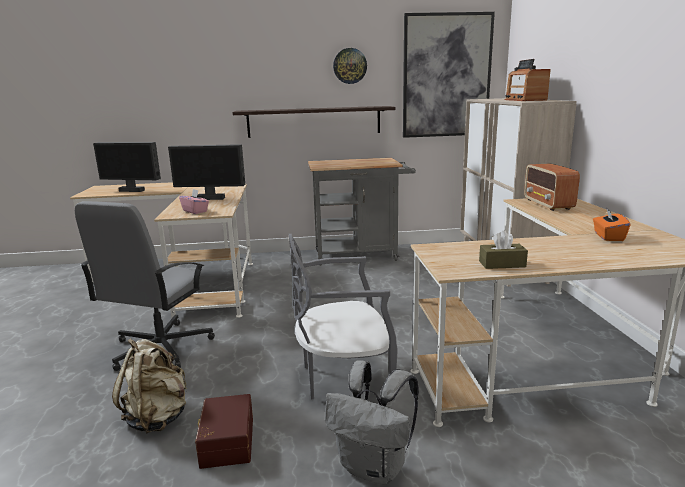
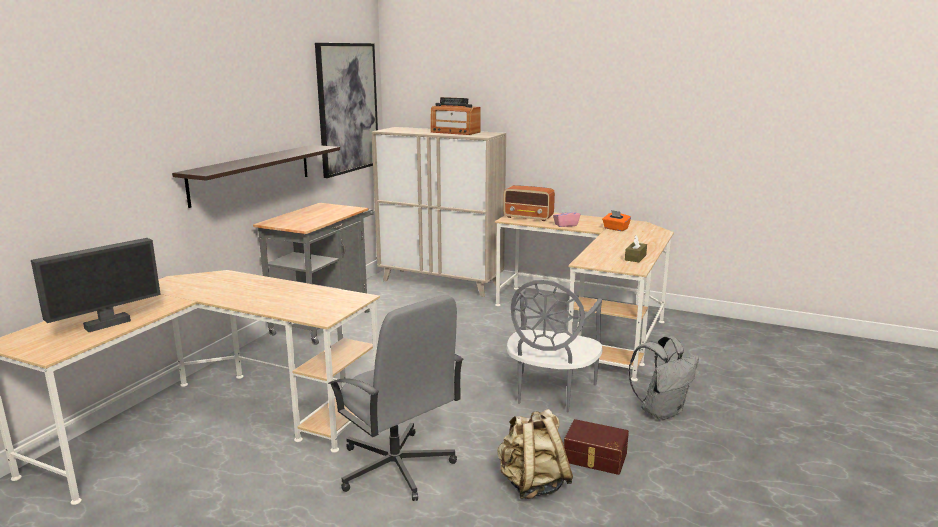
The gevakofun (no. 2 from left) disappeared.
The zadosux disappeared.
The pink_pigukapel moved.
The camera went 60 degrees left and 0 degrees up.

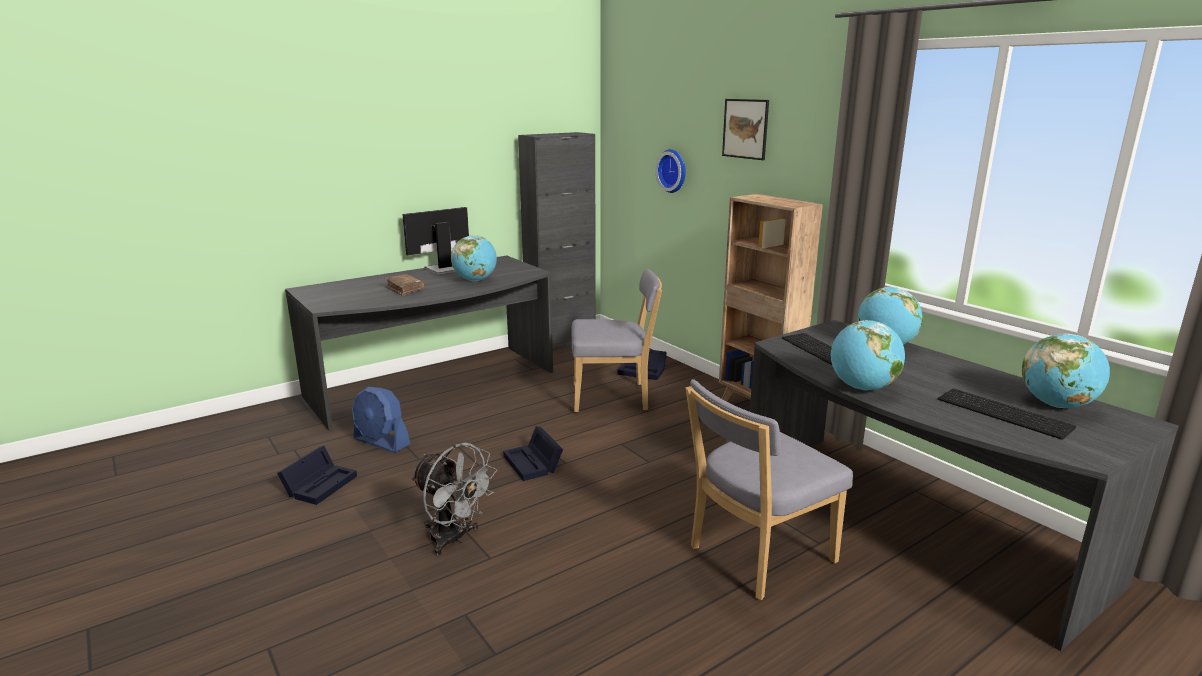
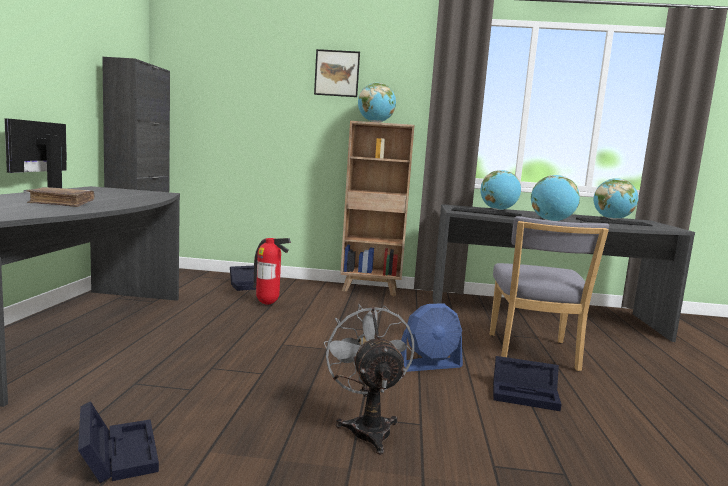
The zadosux disappeared.
The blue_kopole moved.
The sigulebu (no. 1 from left) moved.
The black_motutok (no. 2 from left in the first image) moved.
The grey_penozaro (no. 1 from left) was replaced by the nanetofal.
The grey_kopole turned 90 degrees counterclockwise.
The camera went 50 degrees left and 10 degrees down.

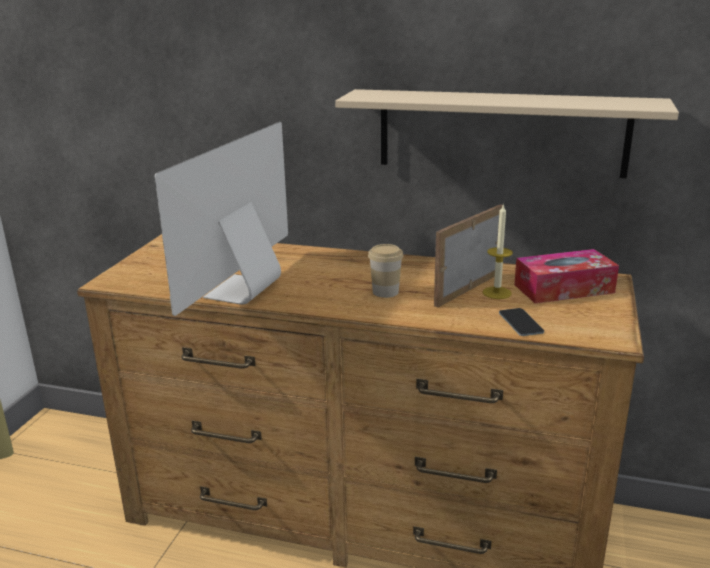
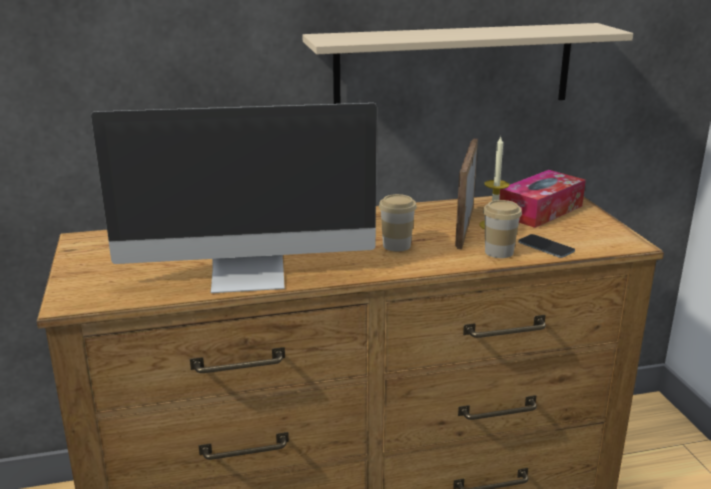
The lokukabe (no. 2 from left) appeared.
The gevakofun turned 90 degrees counterclockwise.
The camera went 30 degrees left and 0 degrees up.

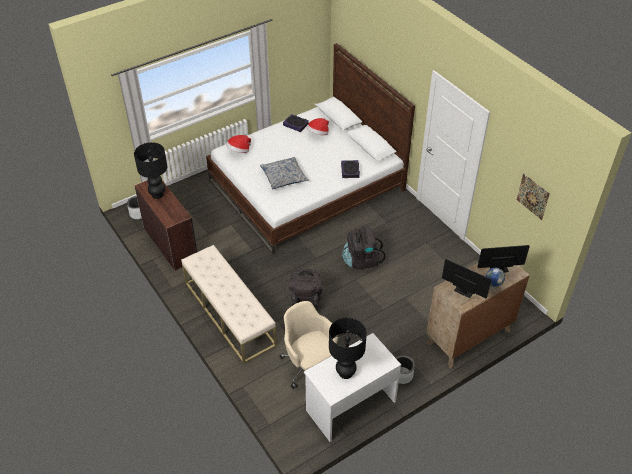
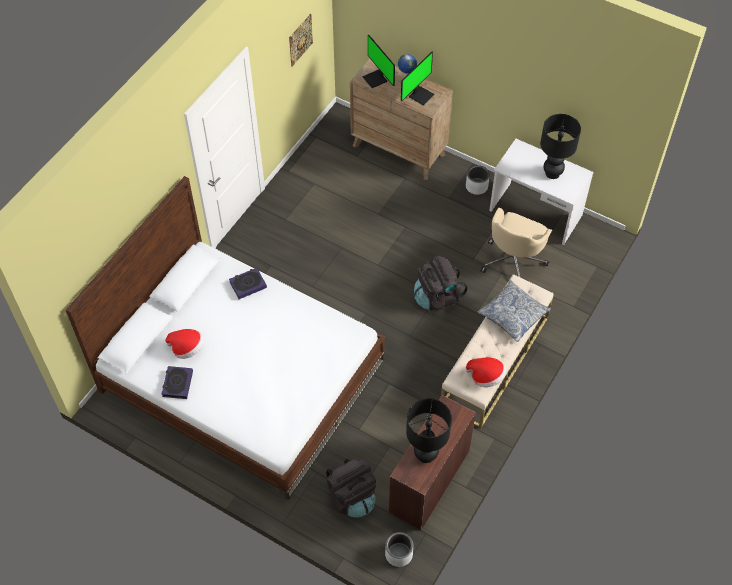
The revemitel (no. 1 from left in the first image) moved.
The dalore moved.
The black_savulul (no. 2 from left in the first image) moved.
The gevakofun (no. 1 from left in the first image) turned 150 degrees counterclockwise.
The camera went 115 degrees left and 10 degrees up.

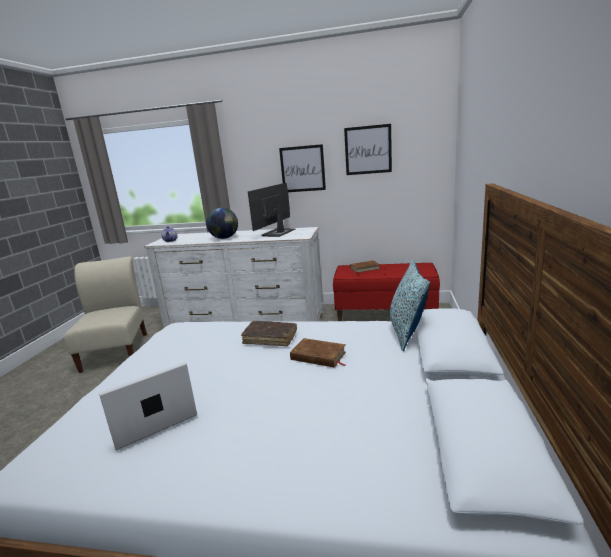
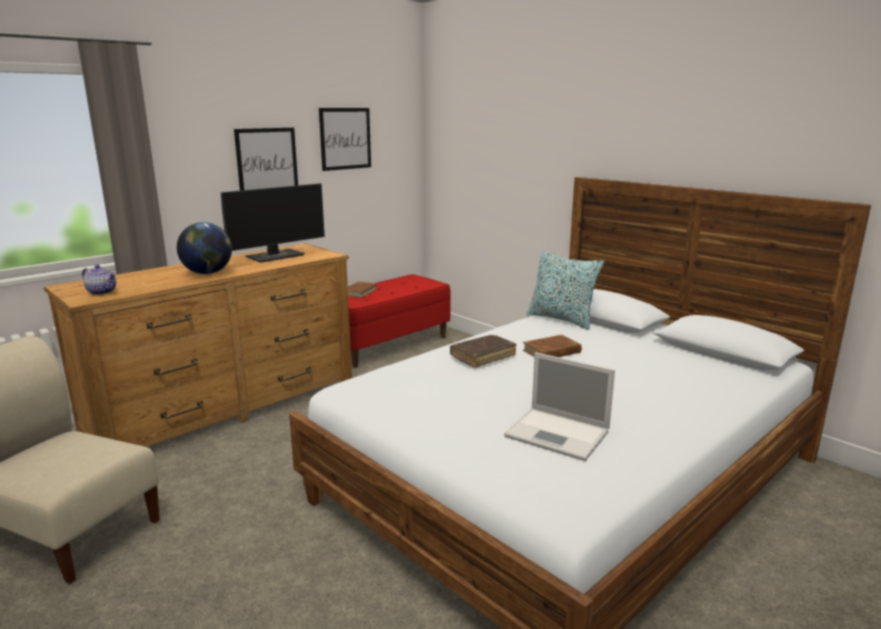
The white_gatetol became the brown_gatetol.
The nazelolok turned 60 degrees counterclockwise.
The gevakofun turned 105 degrees counterclockwise.
The camera went 55 degrees left and 0 degrees up.

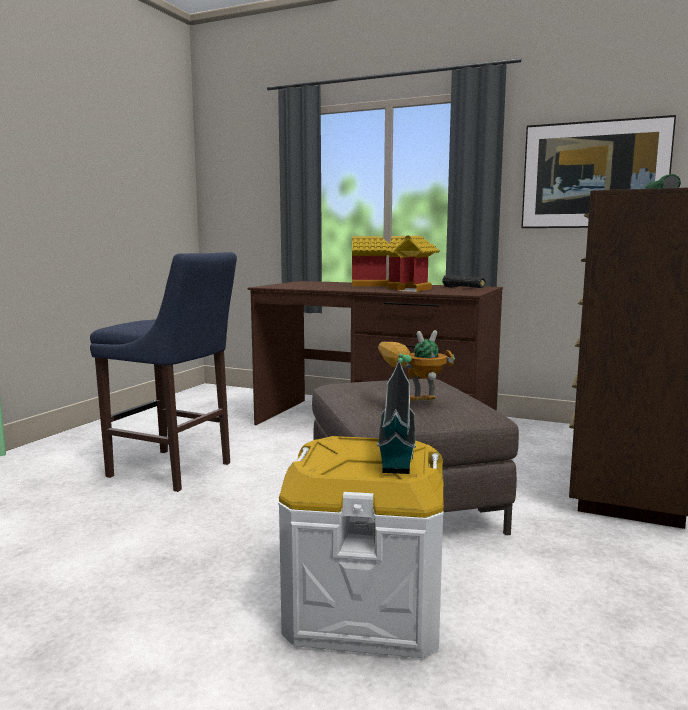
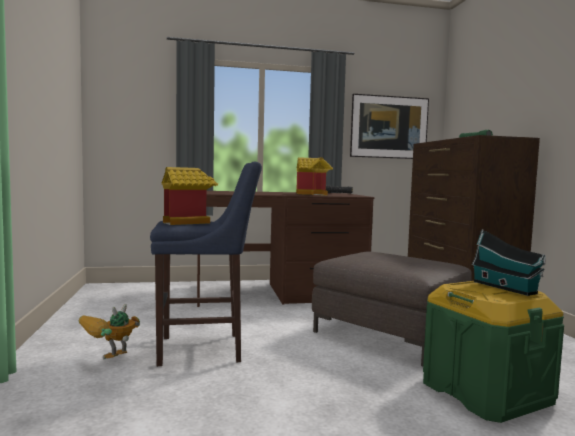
The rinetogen (no. 1 from left) moved.
The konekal moved.
The white_motutok became the green_motutok.
The camera went 35 degrees left and 5 degrees down.

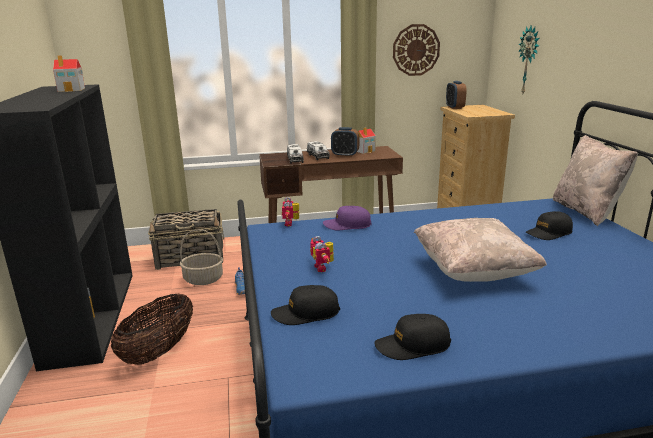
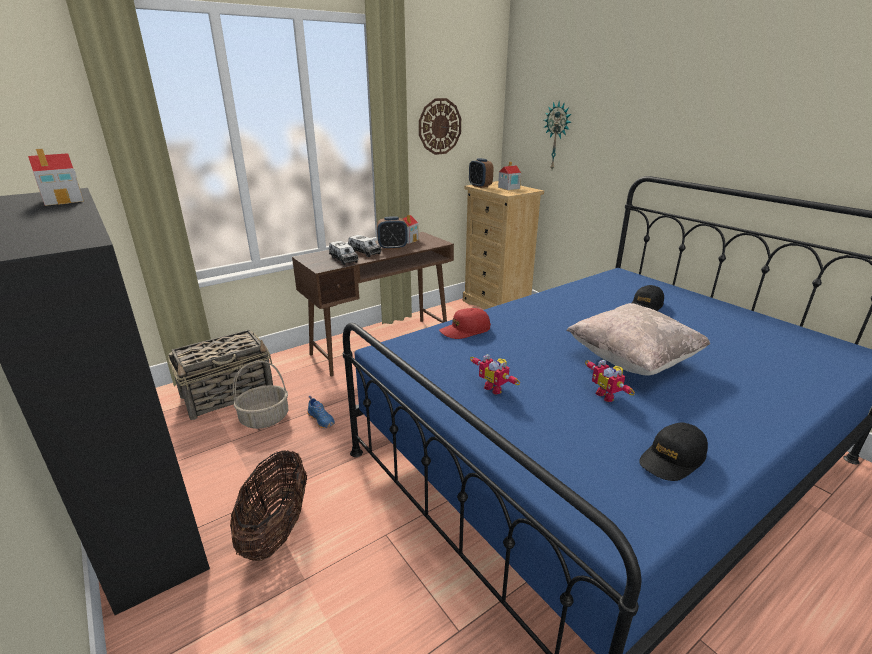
The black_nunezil (no. 1 from left) disappeared.
The beige_dalore (no. 2 from left) disappeared.
The rinetogen (no. 3 from left) appeared.
The konekal (no. 1 from left in the first image) moved.
The purple_nunezil became the red_nunezil.
The camera went 25 degrees left and 5 degrees up.

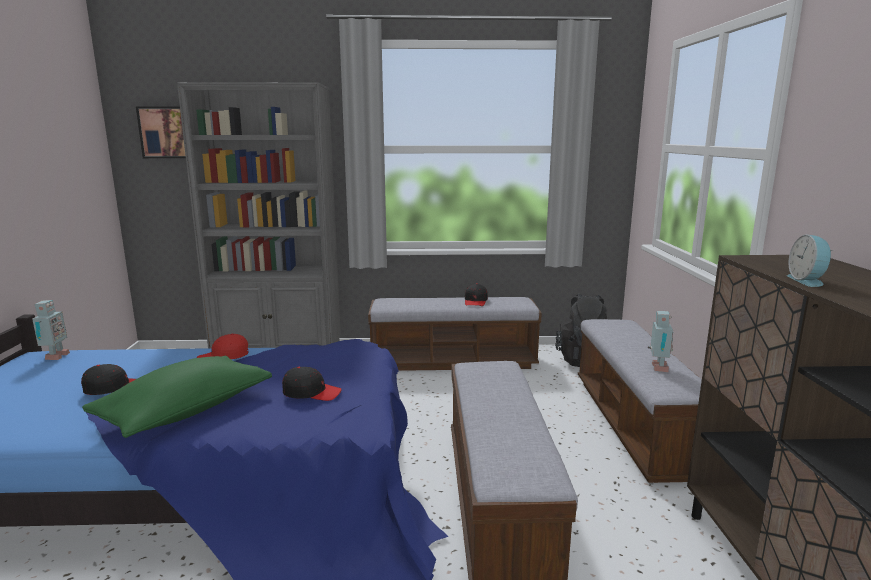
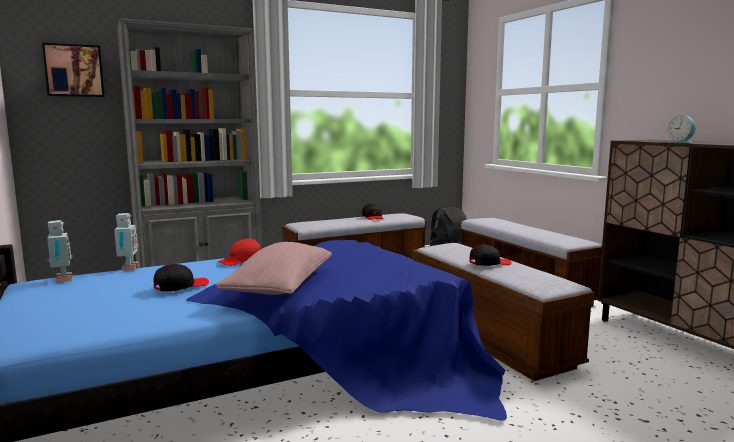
The black_nunezil (no. 2 from left in the first image) moved.
The konekal (no. 2 from left) moved.
The green_dalore became the pink_dalore.
The camera went 25 degrees left and 5 degrees down.

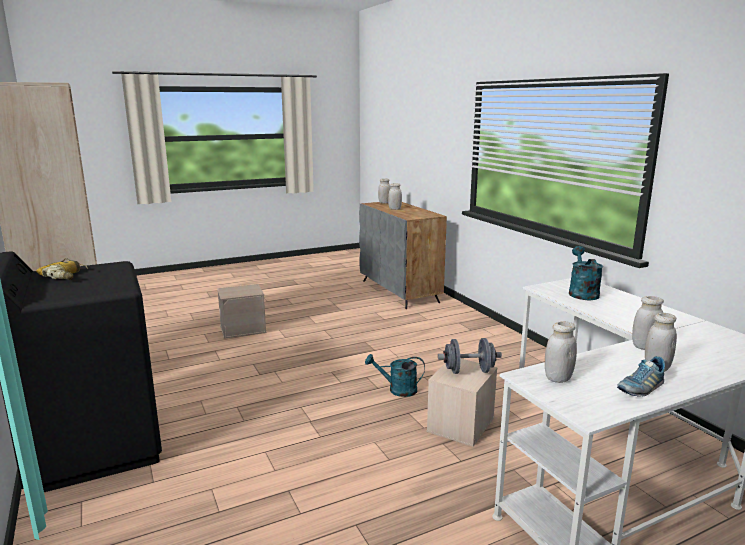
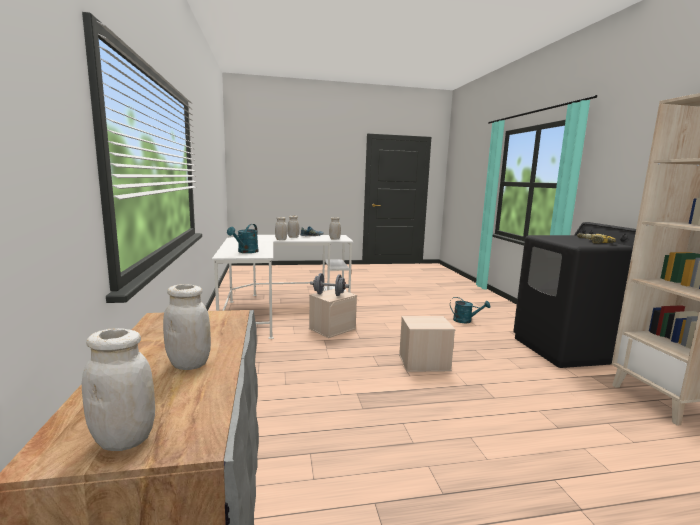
The beige_motutok (no. 1 from left in the first image) moved.
The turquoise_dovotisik (no. 1 from left in the first image) moved.
The camera went 165 degrees left and 5 degrees down.

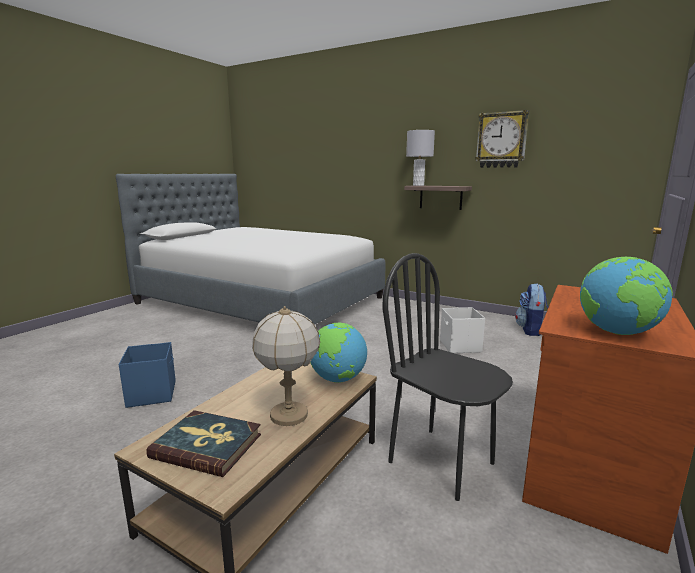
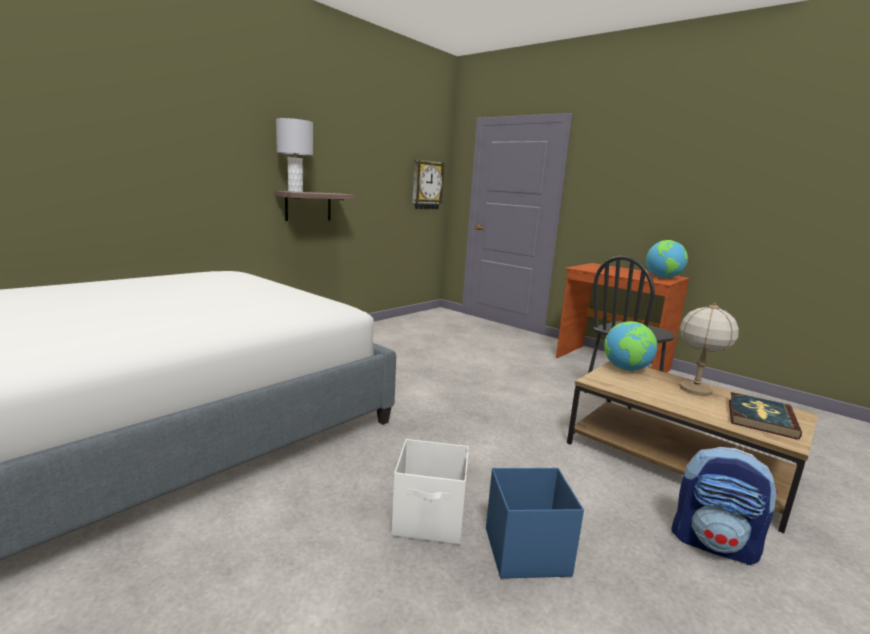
The white_motutok moved.
The zadosux moved.
The savulul moved.
The camera went 80 degrees left and 0 degrees up.

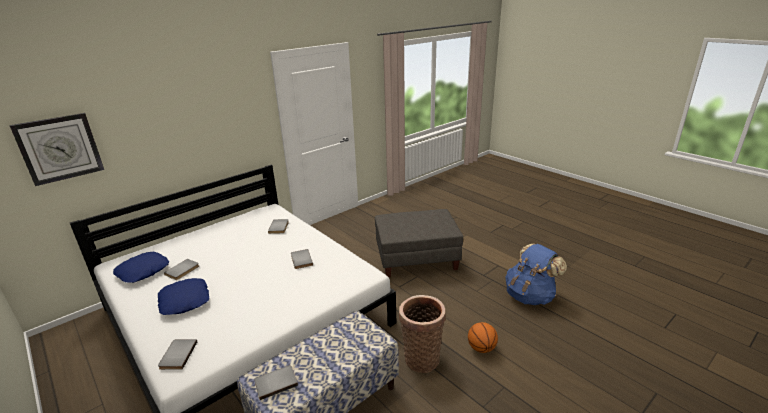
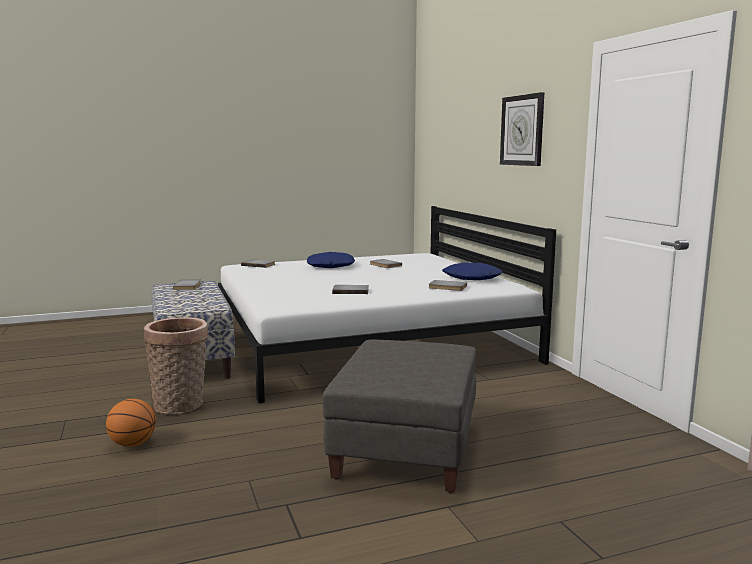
The blue_savulul disappeared.
The zadosux moved.
The blue_dalore (no. 1 from left in the first image) moved.
The camera went 110 degrees right and 15 degrees down.

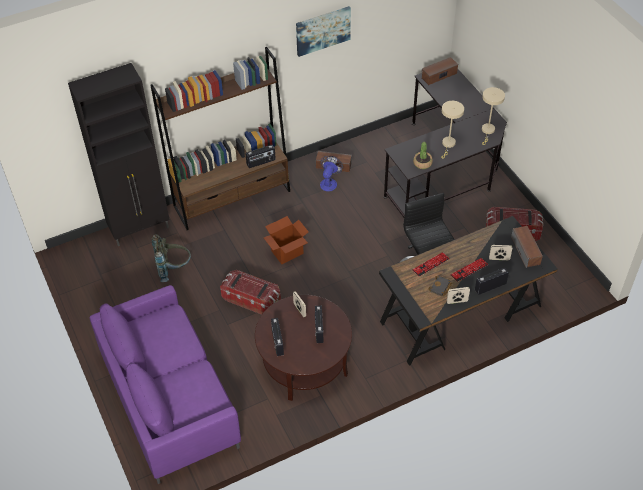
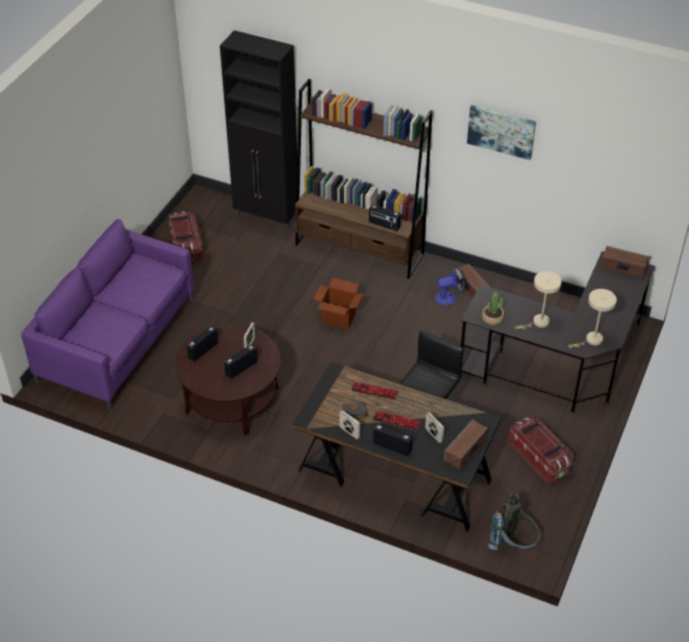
The grey_savulul moved.
The motutok (no. 1 from left) moved.
The camera went 50 degrees right and 5 degrees down.

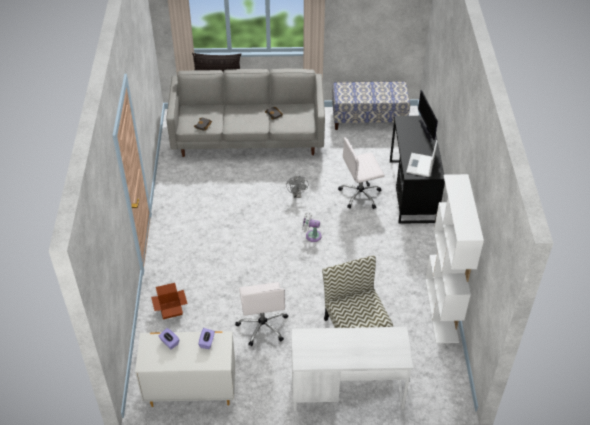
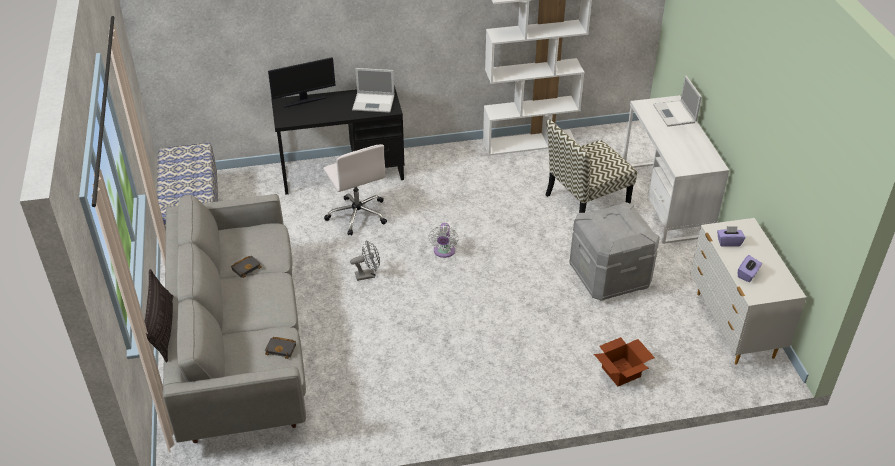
The nazelolok (no. 2 from left) appeared.
The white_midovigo (no. 1 from left) was replaced by the grey_motutok.
The camera went 100 degrees left and 5 degrees down.

